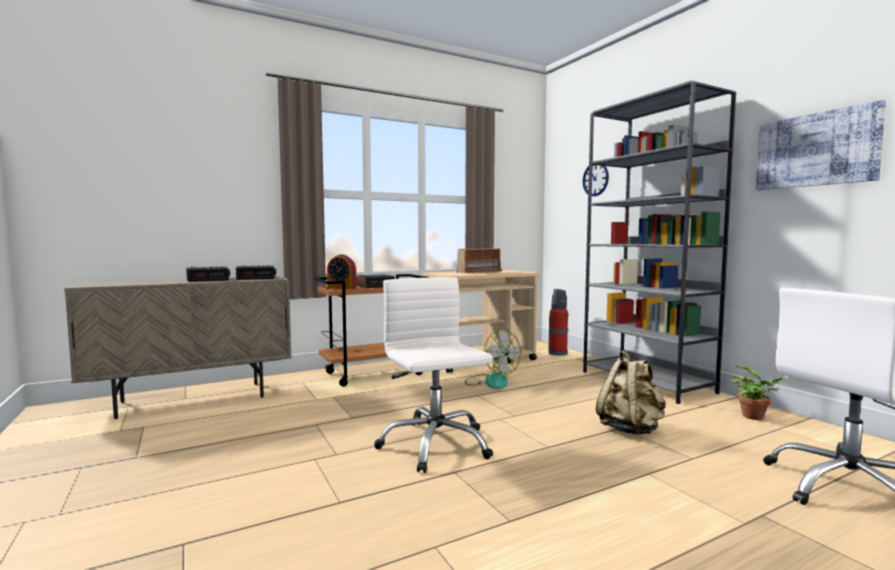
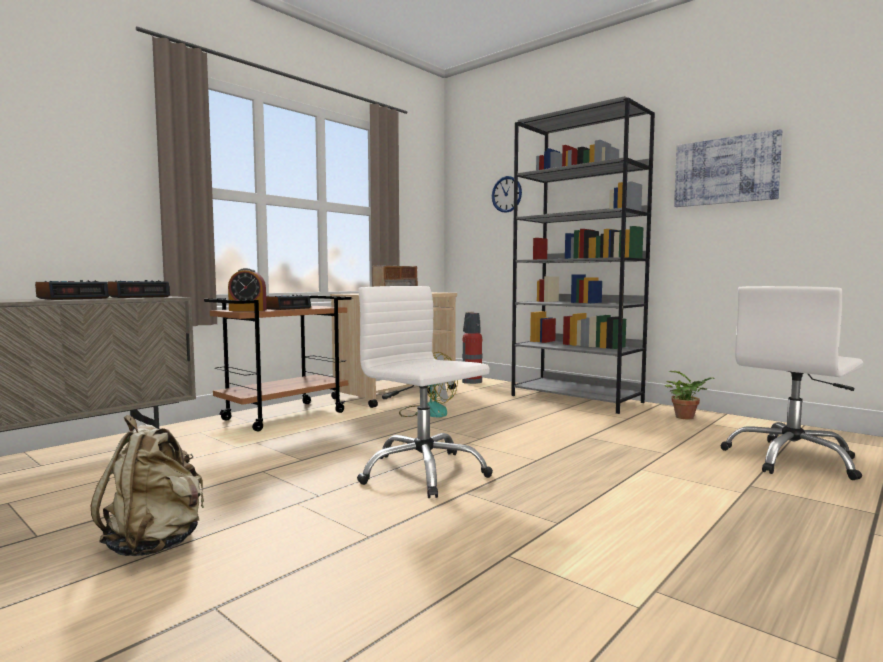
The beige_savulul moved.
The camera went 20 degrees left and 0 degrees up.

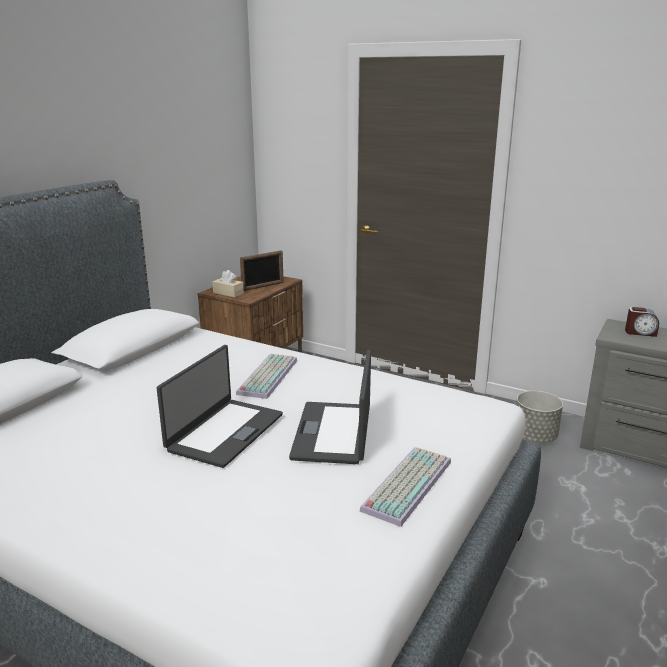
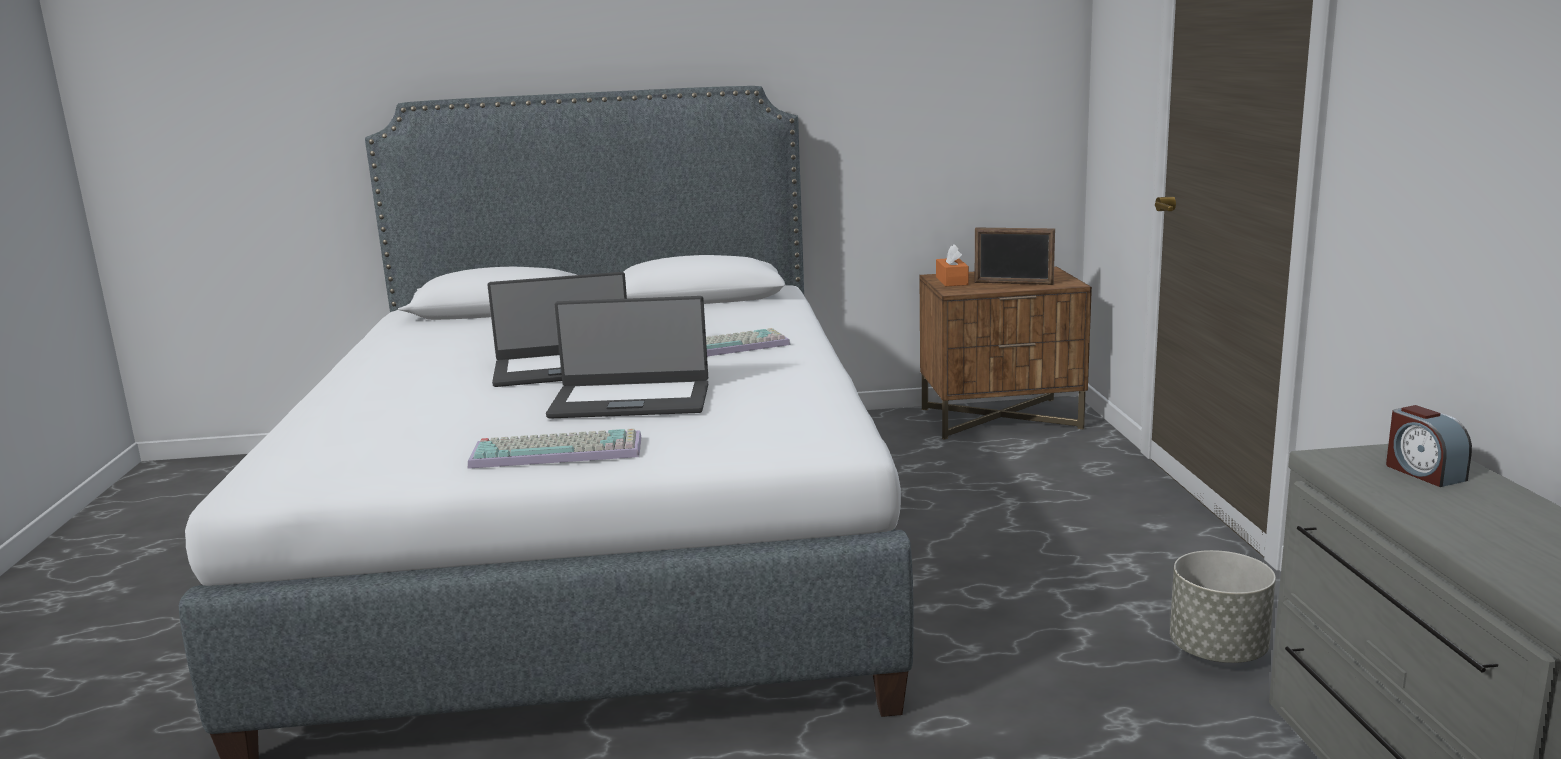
The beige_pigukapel became the orange_pigukapel.
The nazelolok (no. 2 from left) turned 150 degrees counterclockwise.
The camera went 55 degrees right and 5 degrees down.

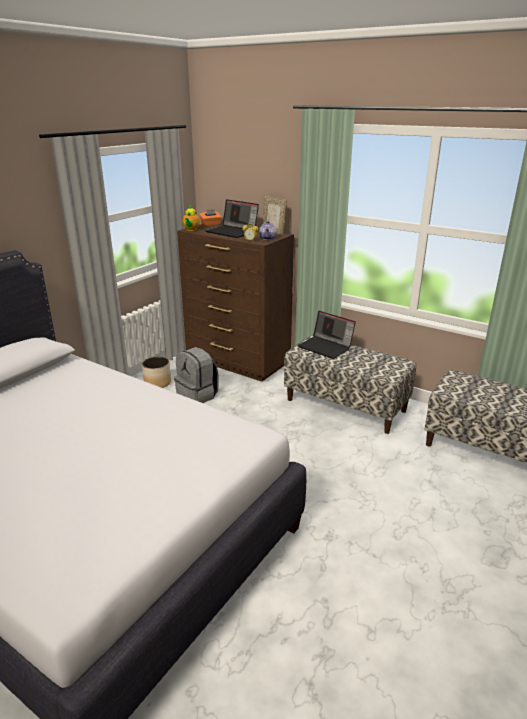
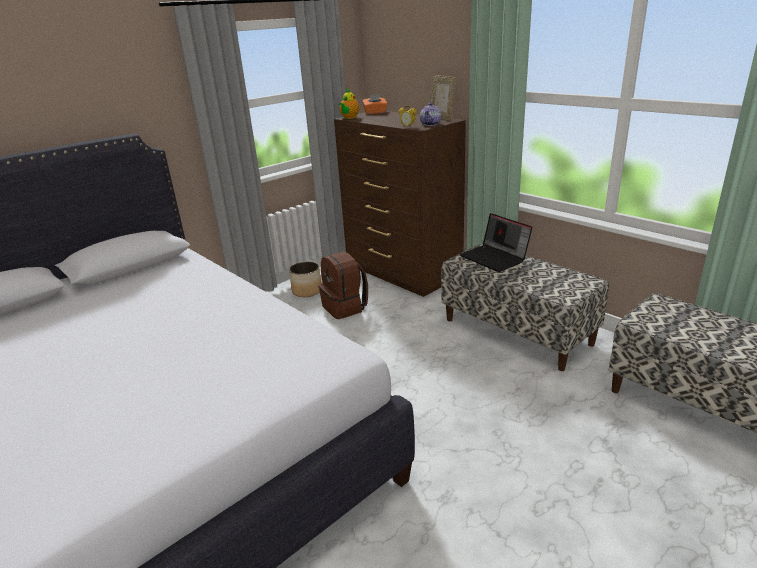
The nazelolok (no. 1 from left) disappeared.
The grey_savulul became the brown_savulul.
The camera went 15 degrees right and 0 degrees up.

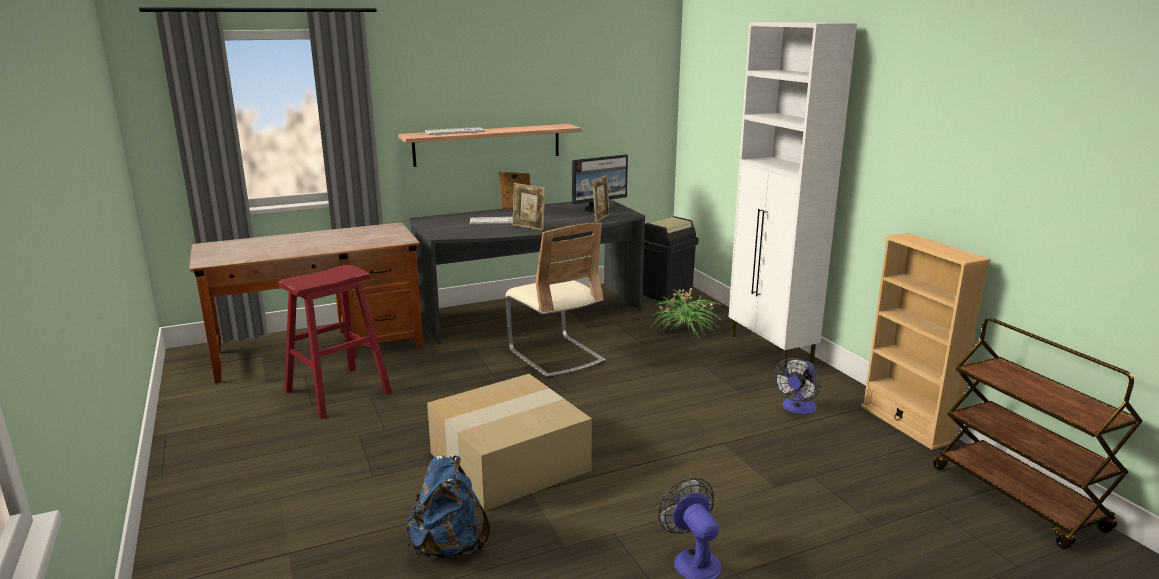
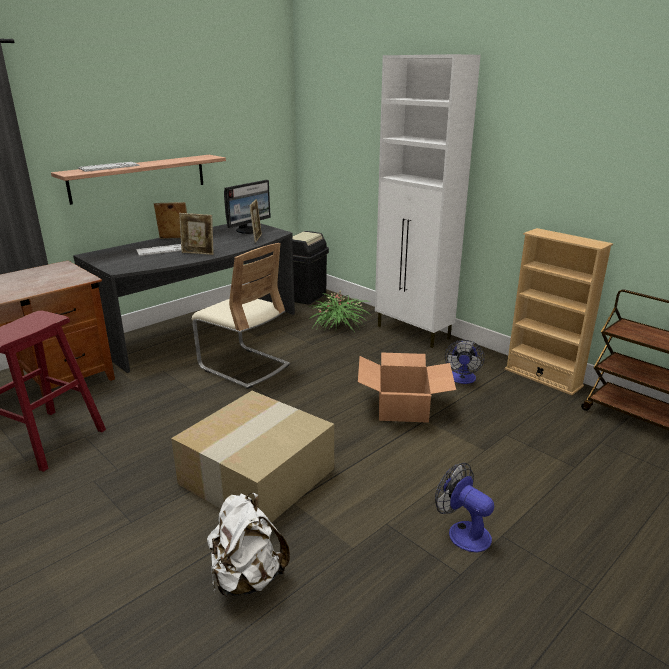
The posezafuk (no. 2 from left) appeared.
The blue_savulul became the white_savulul.
The camera went 20 degrees left and 5 degrees up.

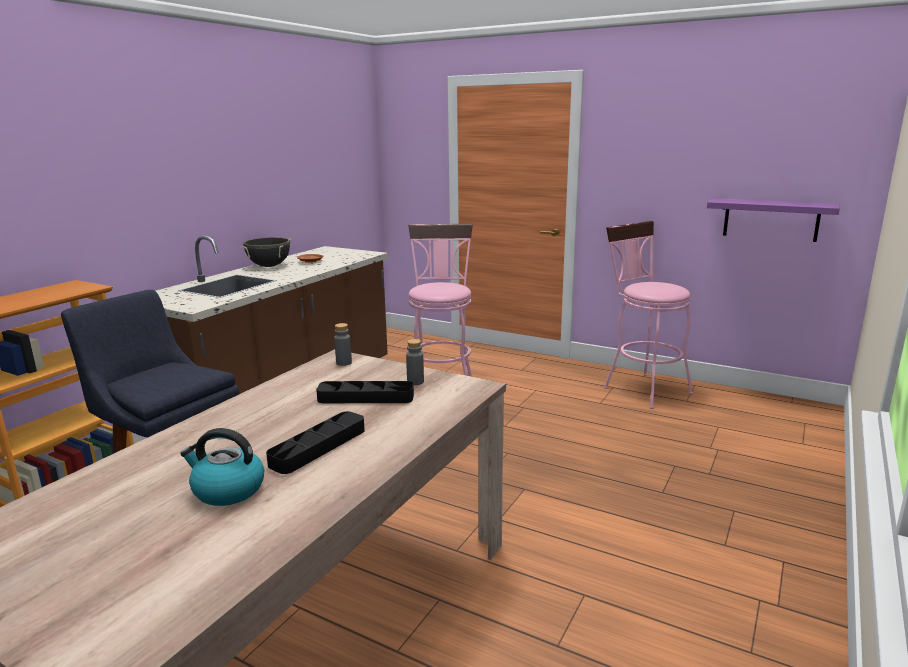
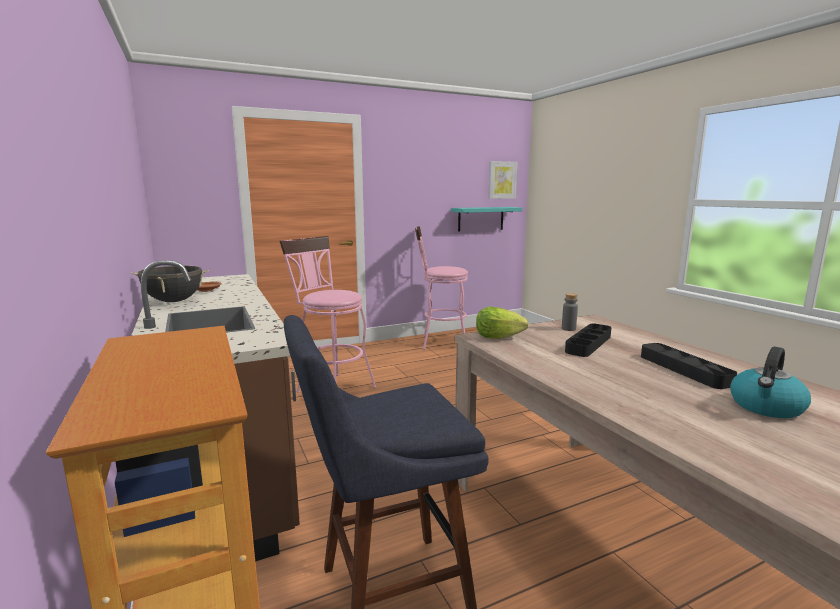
The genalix appeared.
The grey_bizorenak (no. 1 from left) was replaced by the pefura.
The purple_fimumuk became the turquoise_fimumuk.
The camera went 55 degrees left and 5 degrees down.

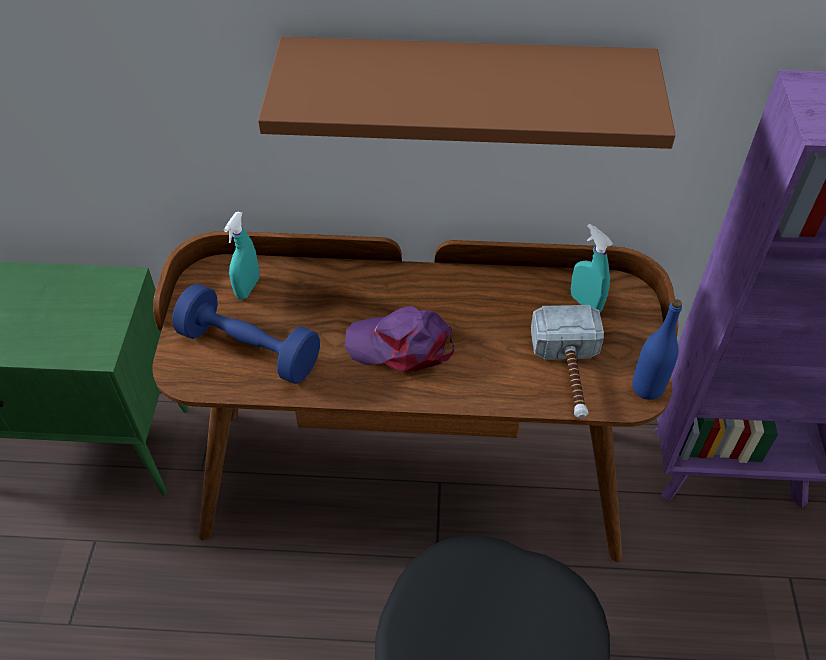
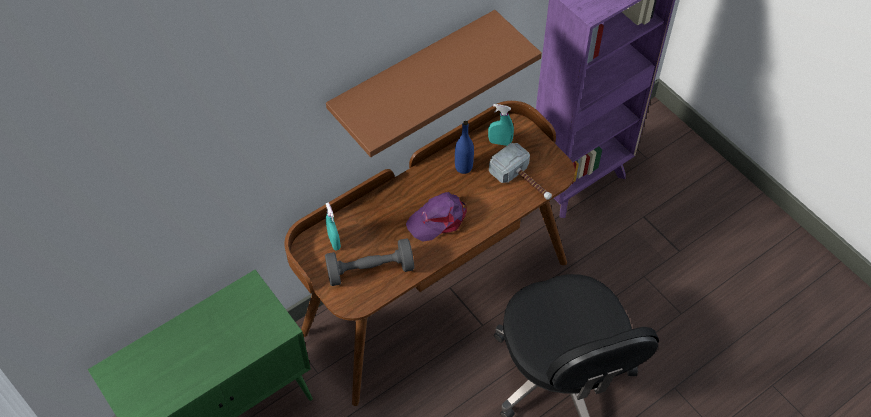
The blue_bizorenak moved.
The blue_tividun became the grey_tividun.
The camera went 40 degrees left and 5 degrees up.

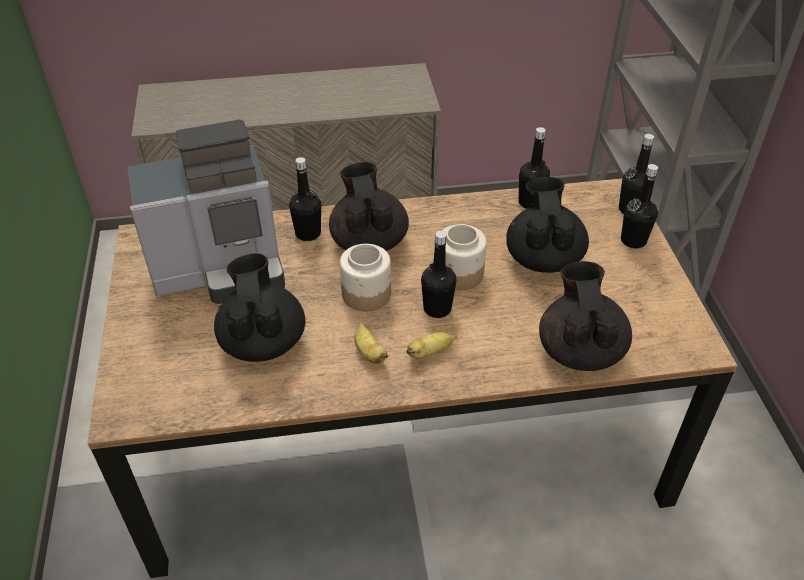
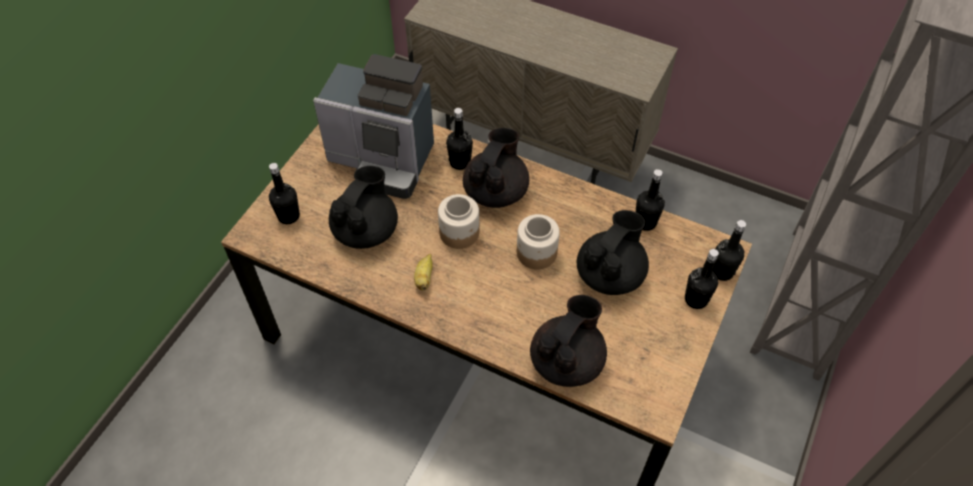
The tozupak (no. 2 from left) disappeared.
The black_bizorenak (no. 2 from left in the first image) moved.
The camera went 35 degrees right and 10 degrees up.

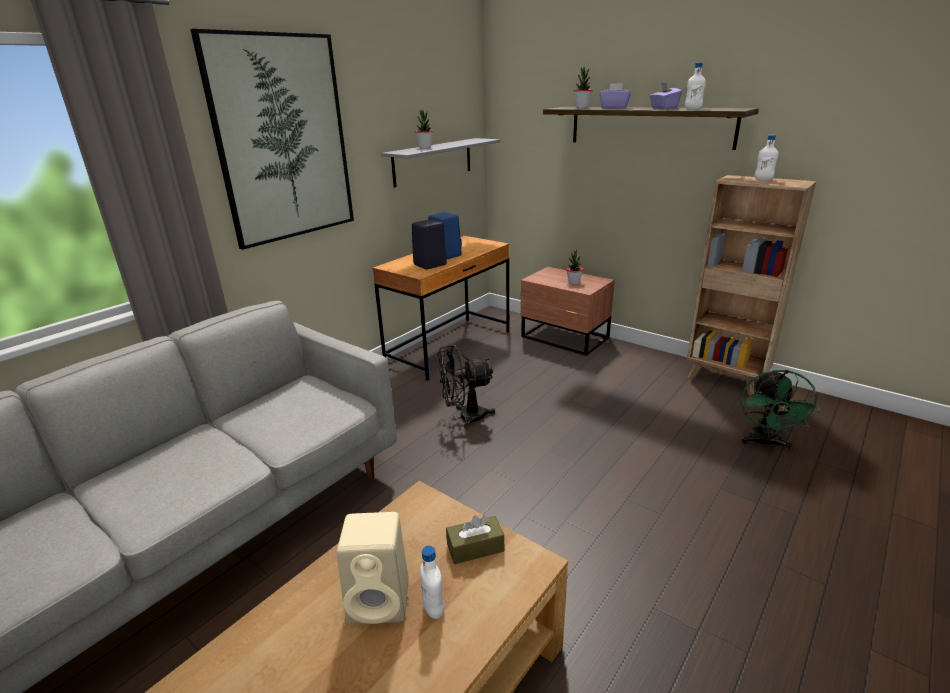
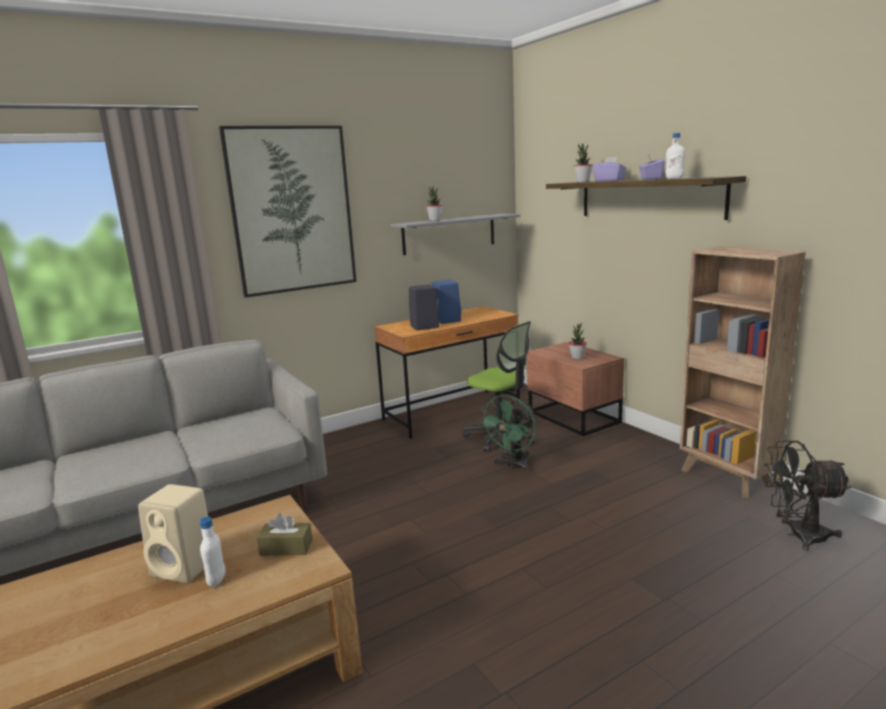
The white_bizorenak (no. 3 from left) disappeared.
The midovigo appeared.
The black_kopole moved.
The green_kopole moved.
The camera went 20 degrees right and 10 degrees down.

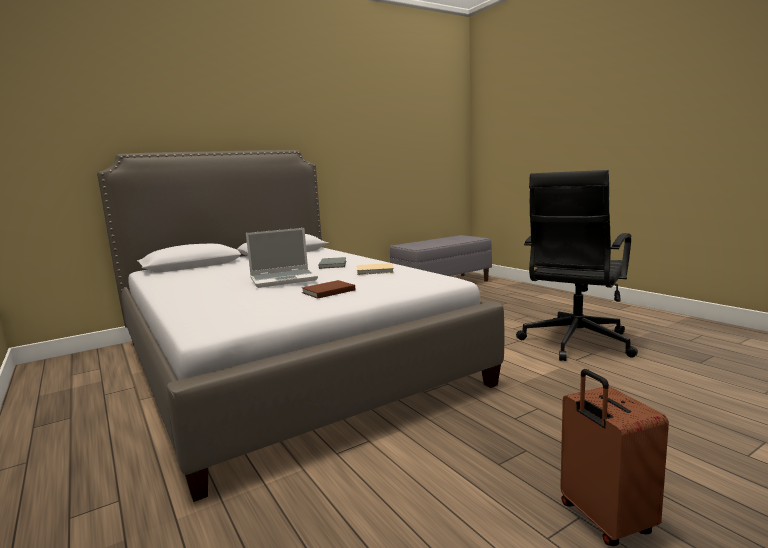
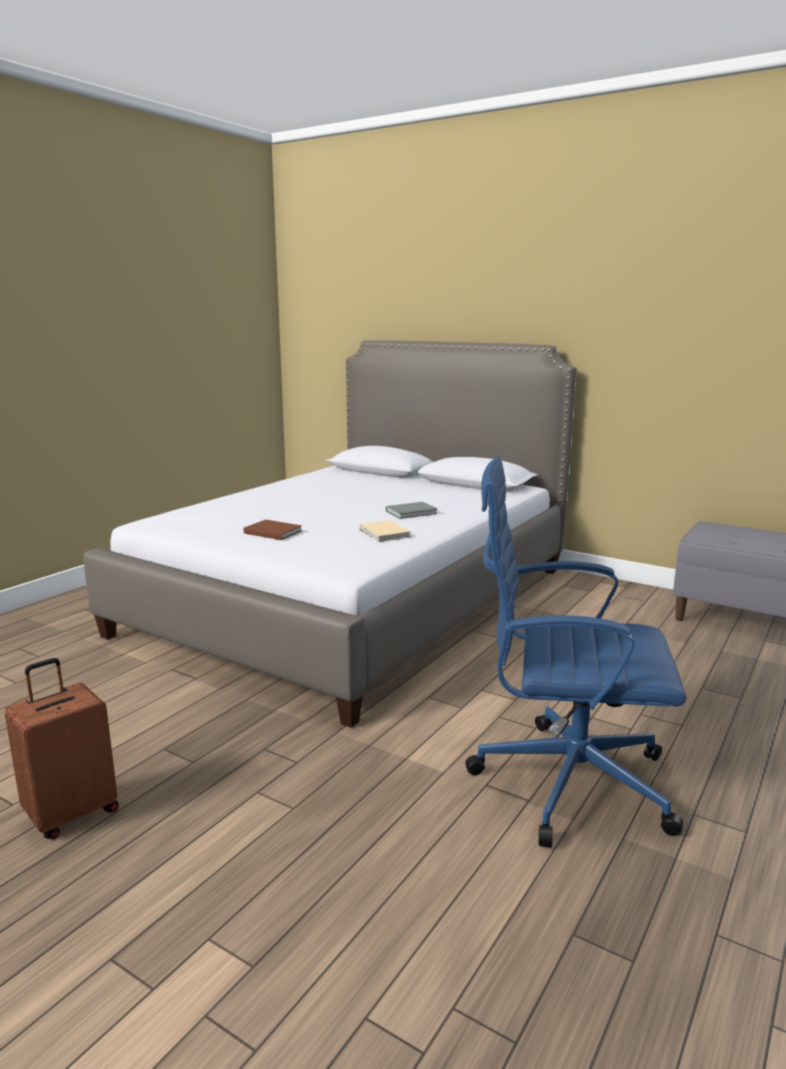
The nazelolok disappeared.
The black_midovigo became the blue_midovigo.
The camera went 65 degrees right and 5 degrees up.

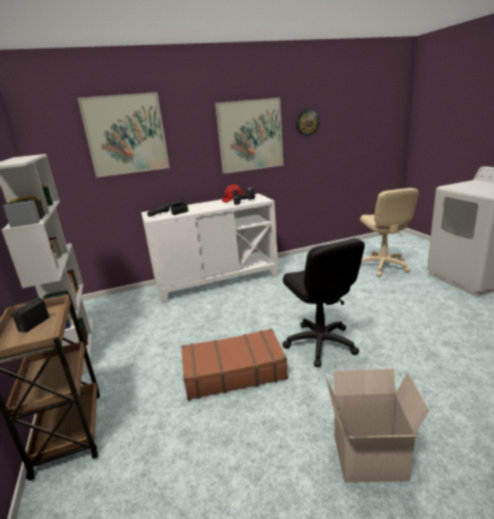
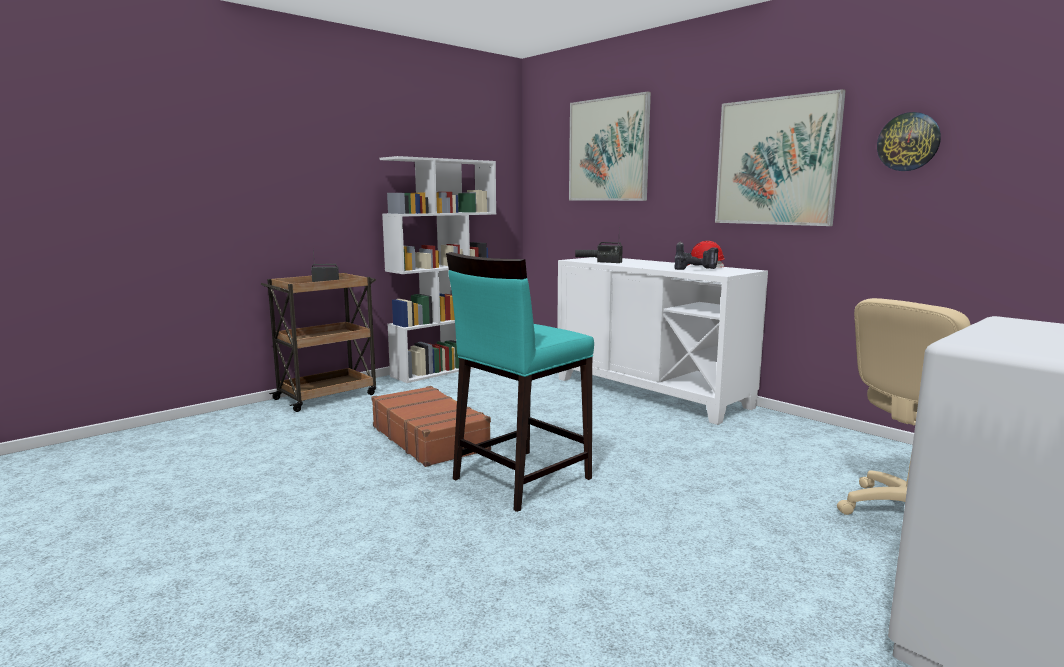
The posezafuk disappeared.
The black_midovigo was replaced by the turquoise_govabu.
The camera went 65 degrees right and 10 degrees down.

